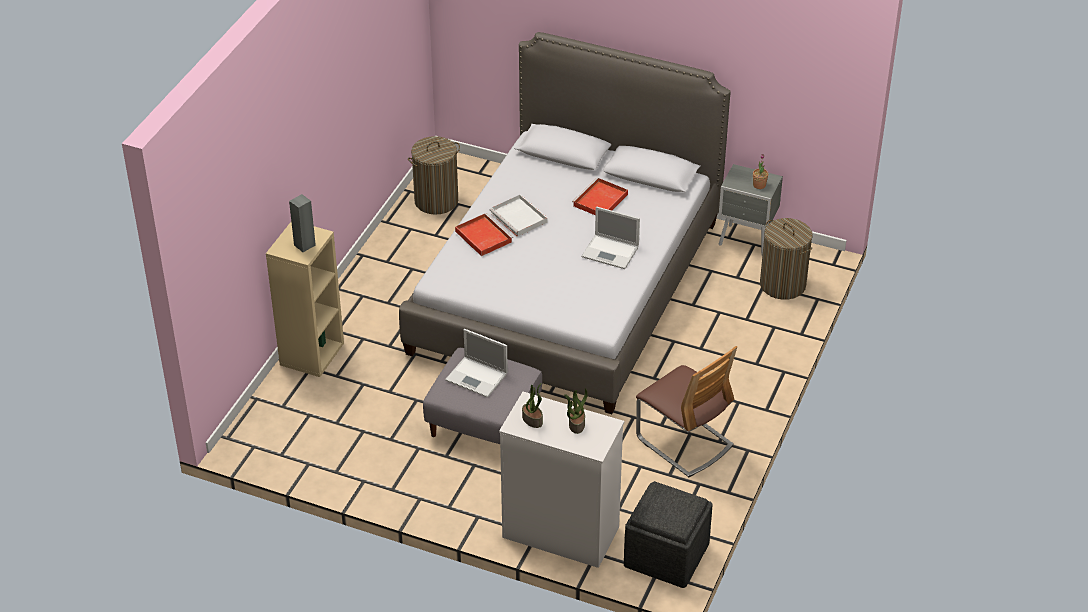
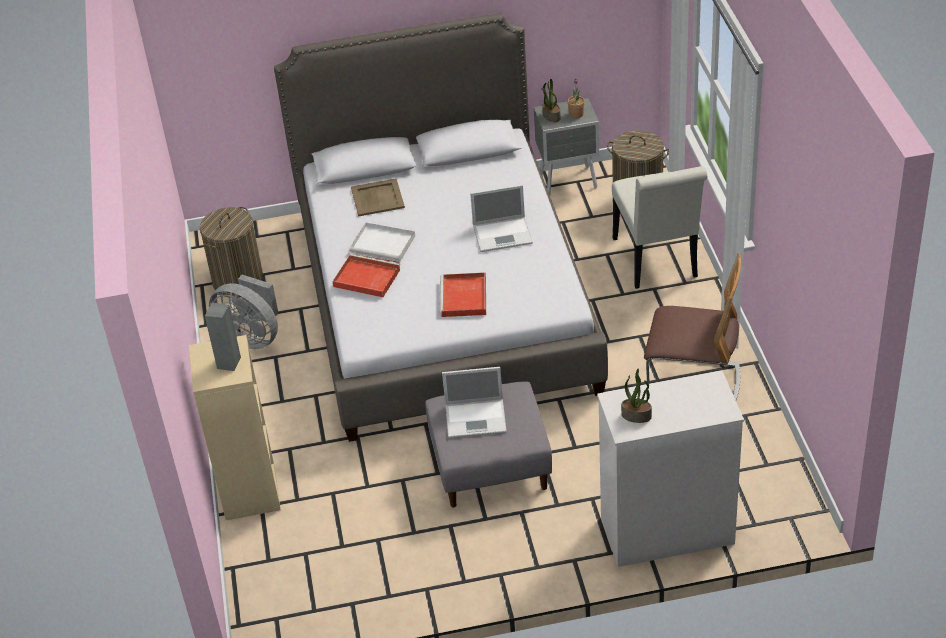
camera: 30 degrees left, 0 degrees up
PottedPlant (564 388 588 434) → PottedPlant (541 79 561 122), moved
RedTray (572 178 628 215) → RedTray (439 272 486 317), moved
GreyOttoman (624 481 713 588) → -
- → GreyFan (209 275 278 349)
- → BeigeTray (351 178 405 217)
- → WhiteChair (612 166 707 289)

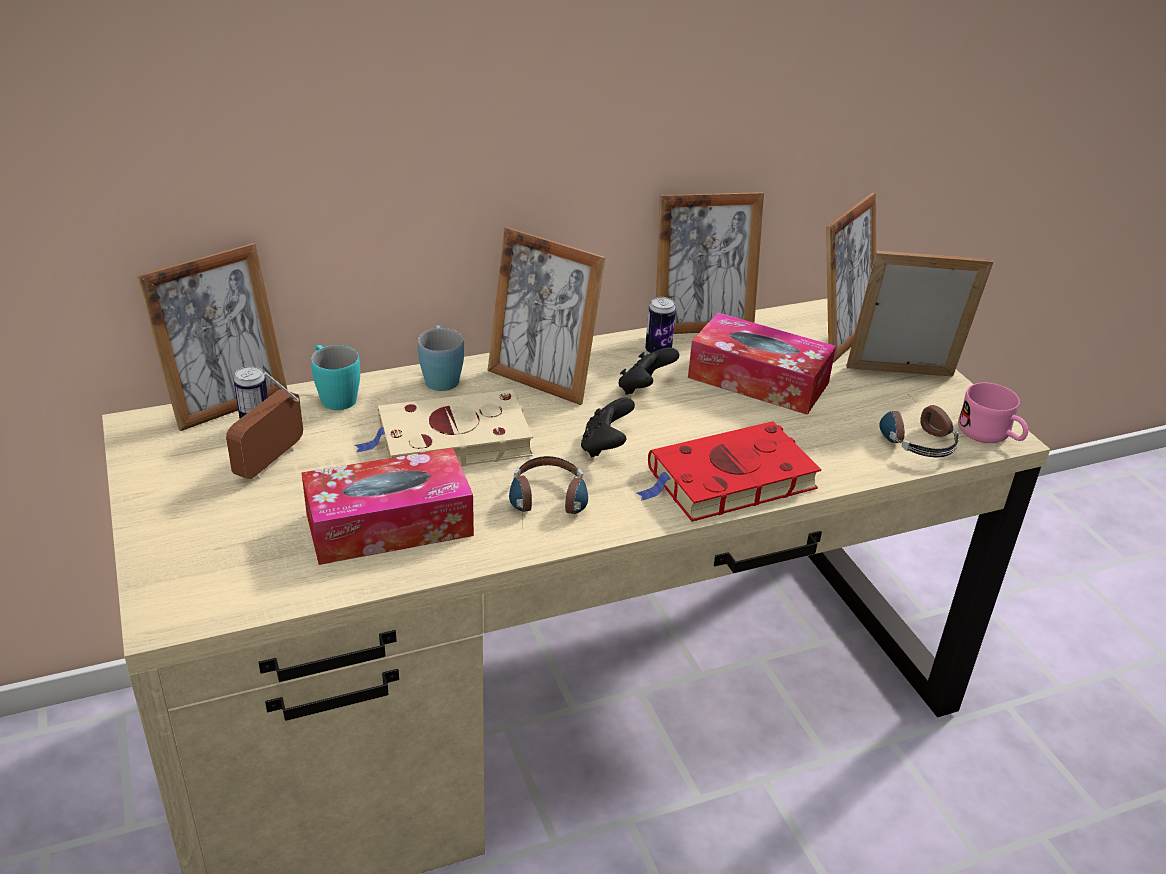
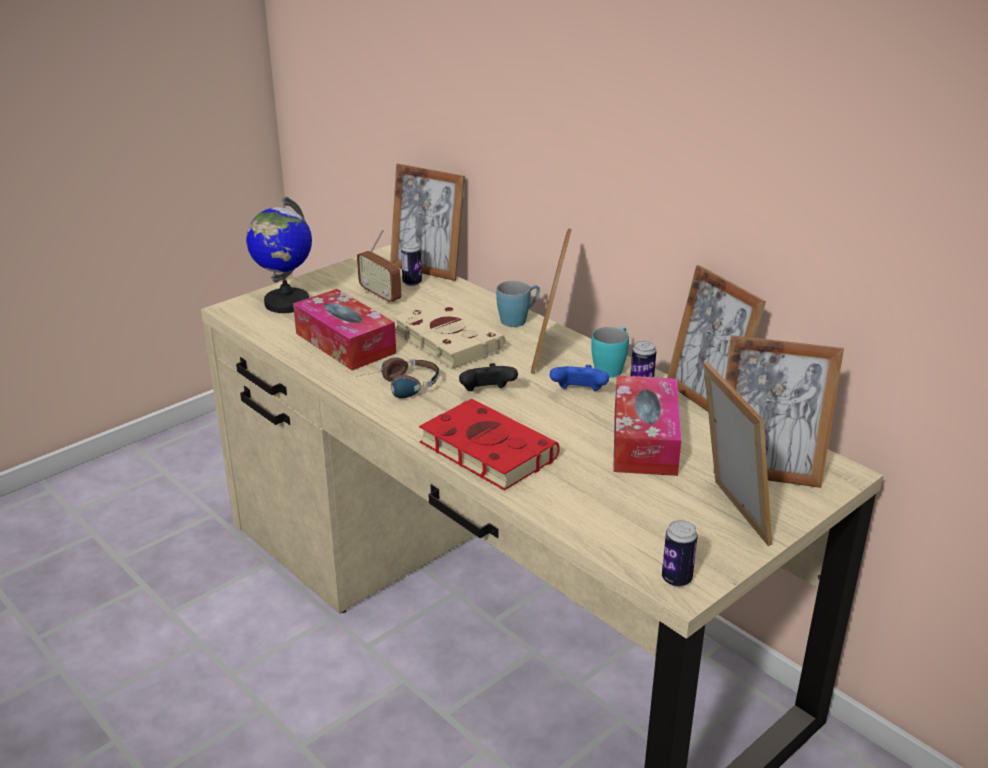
camera: 70 degrees right, 5 degrees down
Radio (226 372 303 479) → Radio (357 229 401 304), 135 degrees counterclockwise
TurquoiseMug (311 345 360 410) → TurquoiseMug (591 327 629 378), moved
BlackGameController (618 347 679 395) → BlueGameController (550 365 609 391)
Headphones (879 395 959 457) → -
PinkMug (958 383 1028 443) → Can (662 520 698 587)
- → Globe (246 197 312 313)

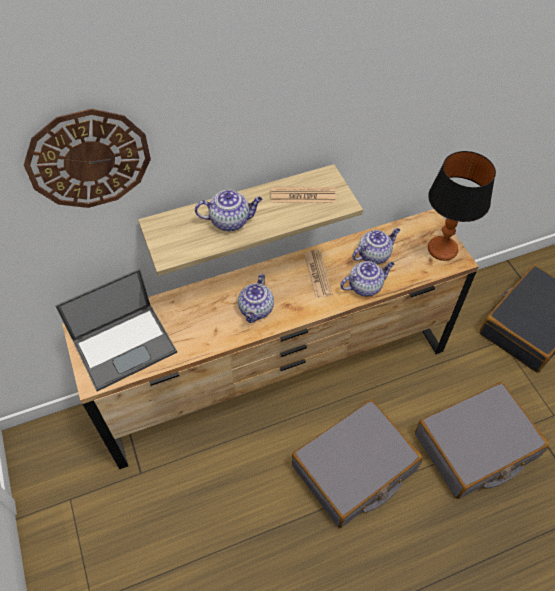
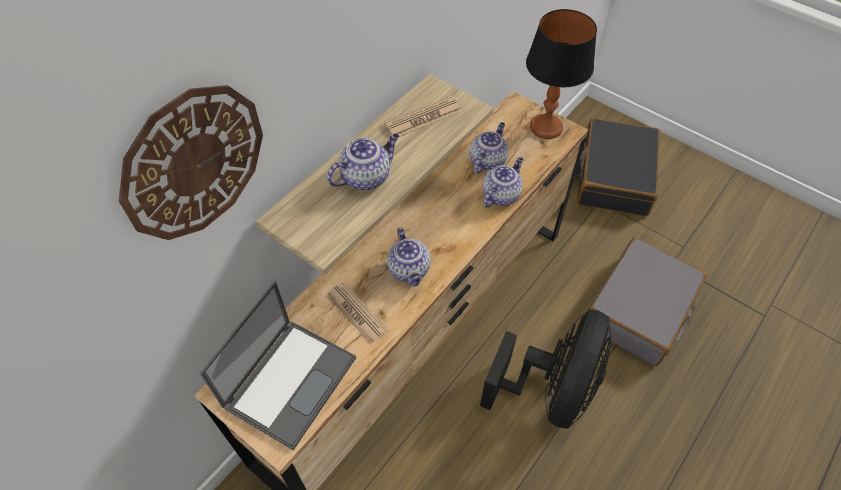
camera: 30 degrees left, 0 degrees up
GreySuitcase (292 399 423 528) → BlackFan (480 310 611 429)
Newspaper (304 250 333 298) → Newspaper (327 282 389 344), moved

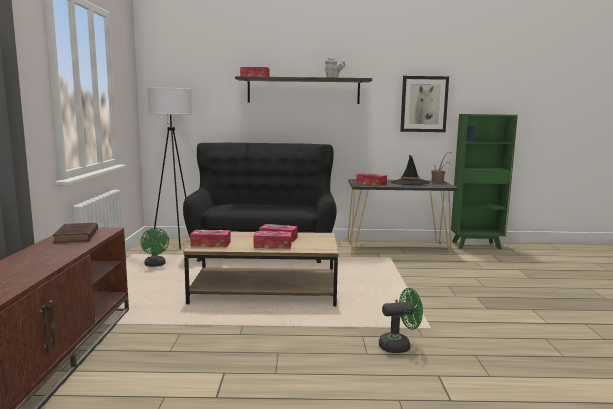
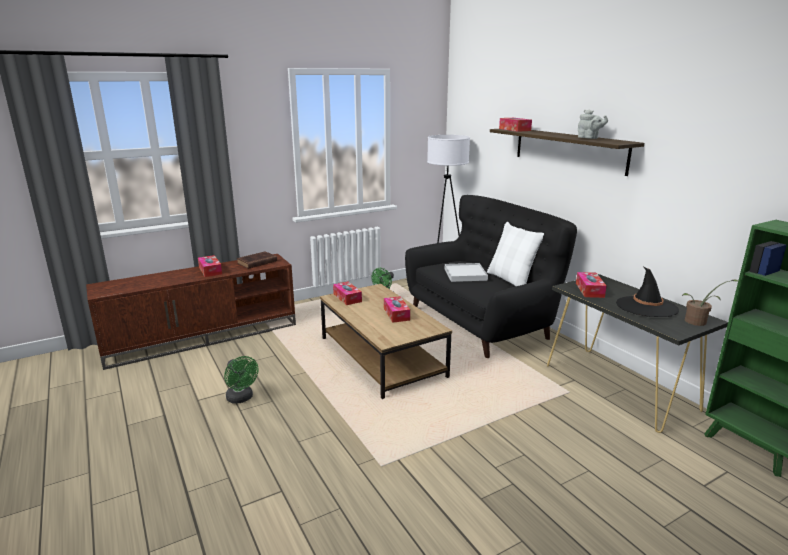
camera: 60 degrees right, 10 degrees up
TissueBox (254 231 292 249) → TissueBox (198 255 222 277), moved
GreenFan (379 288 423 353) → GreenFan (224 356 259 404), moved
Picture (400 76 449 132) → -
- → WhiteTray (445 263 488 282)
- → WhitePillow (487 222 544 286)

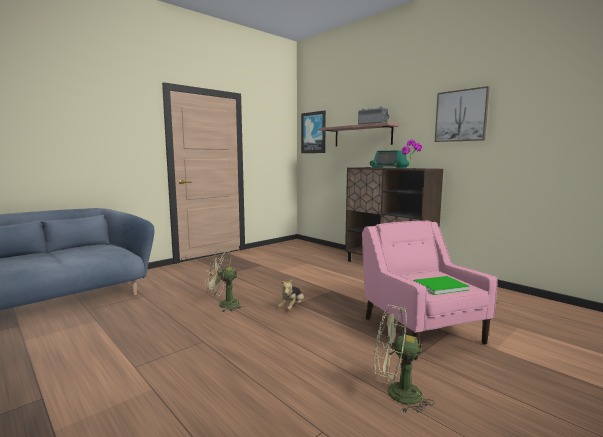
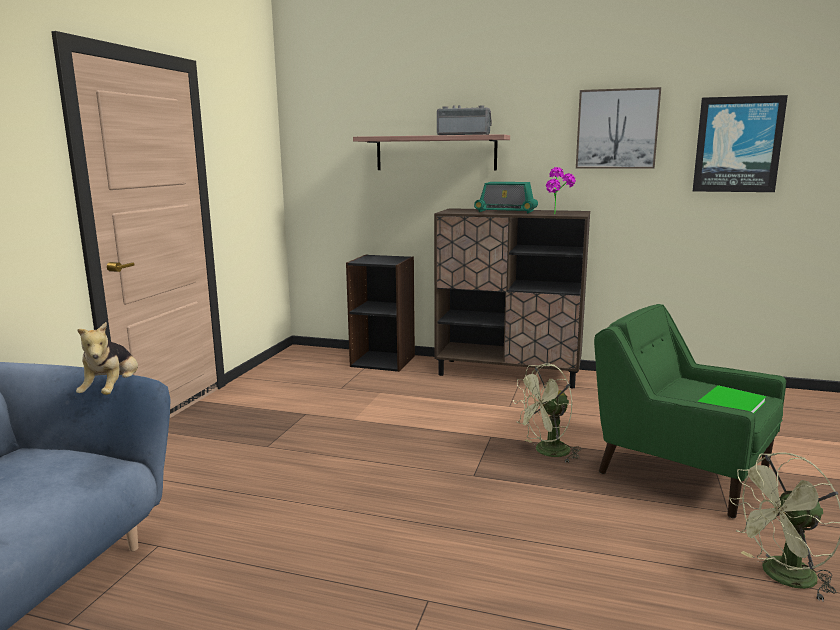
camera: 30 degrees left, 5 degrees up
GreenFan (205 250 245 312) → GreenFan (513 363 581 462), moved
PlushToy (278 280 304 310) → PlushToy (76 322 138 395), moved
Picture (301 110 326 153) → Picture (693 95 788 192), moved
PinkArmchair (362 221 498 360) → GreenArmchair (594 304 786 518)
- → BlackBookcase (346 255 415 372)

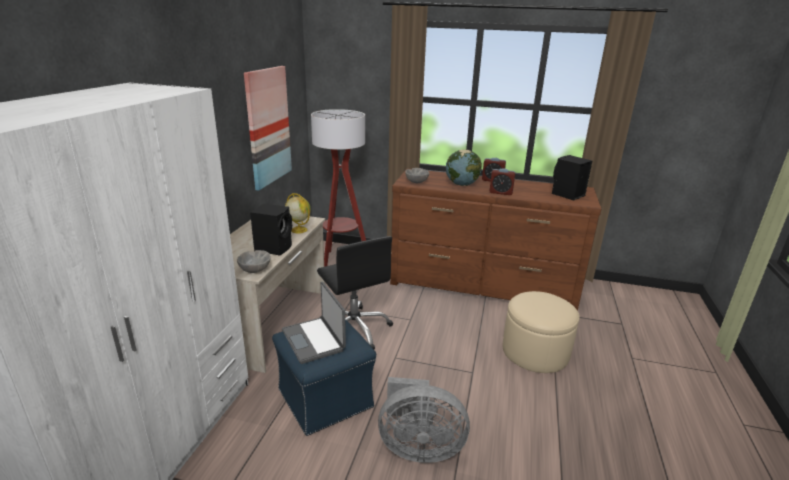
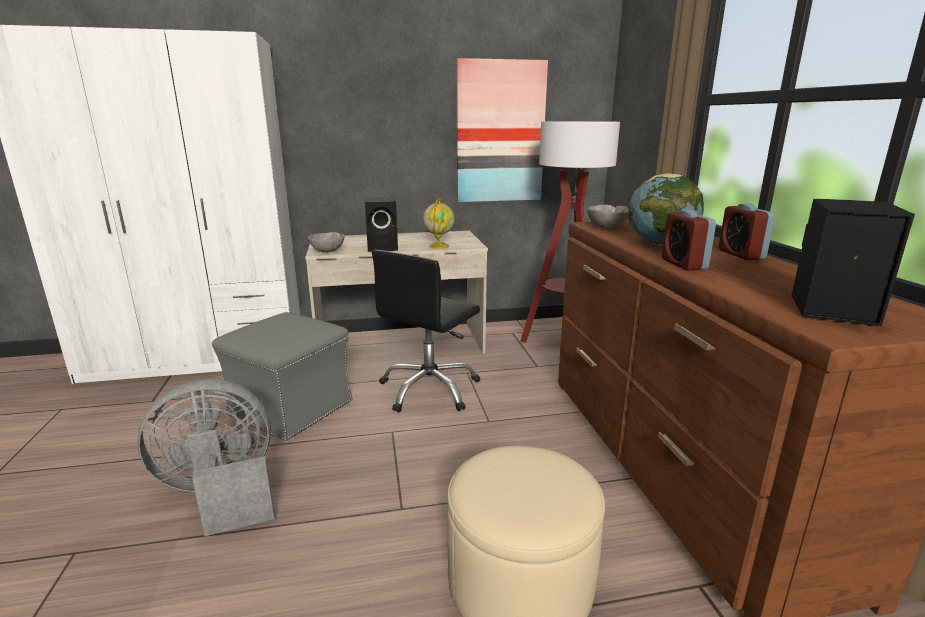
camera: 65 degrees right, 5 degrees down
BlueOttoman (272 319 376 436) → GreyOttoman (212 312 352 441)
Laptop (282 282 346 364) → -
GreyFan (378 377 470 463) → GreyFan (137 379 274 536), 90 degrees clockwise

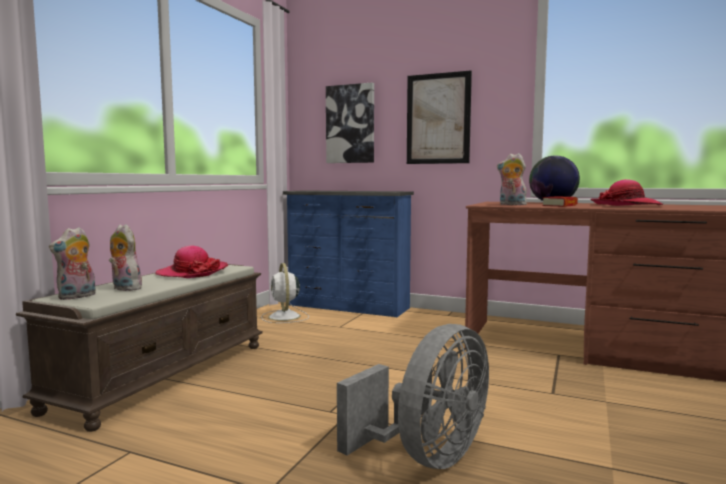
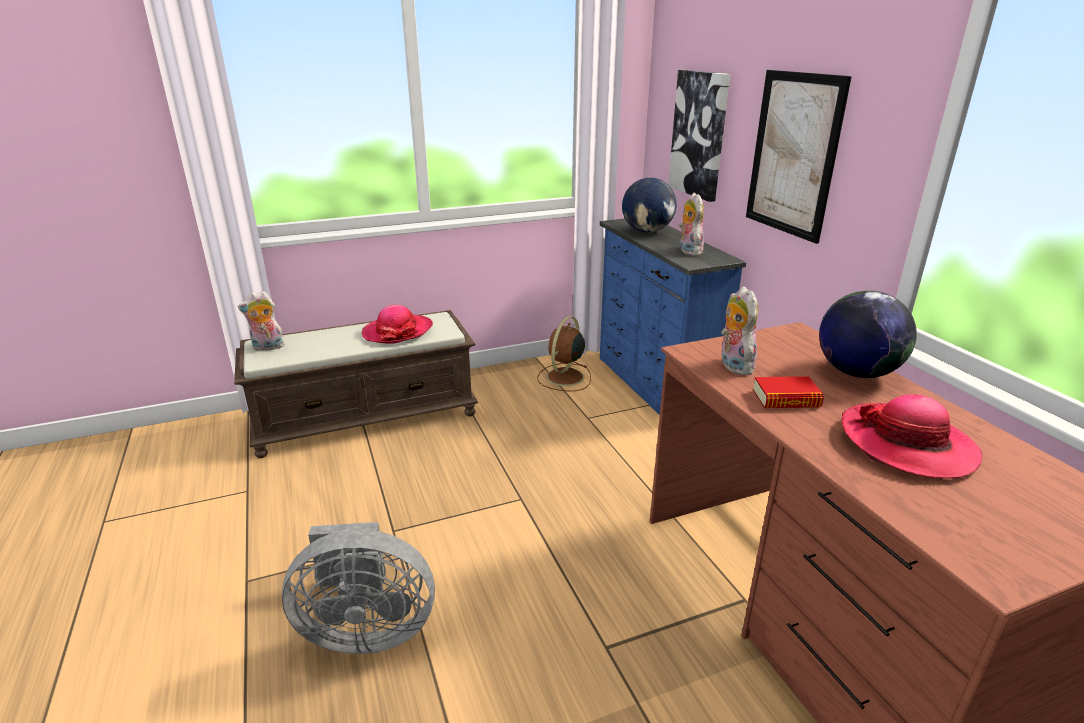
camera: 45 degrees right, 20 degrees up
PlushToy (109 224 142 291) → PlushToy (679 193 704 256), moved
WhiteFan (261 263 309 323) → BrownFan (537 316 591 391)
- → Globe (622 178 677 233)

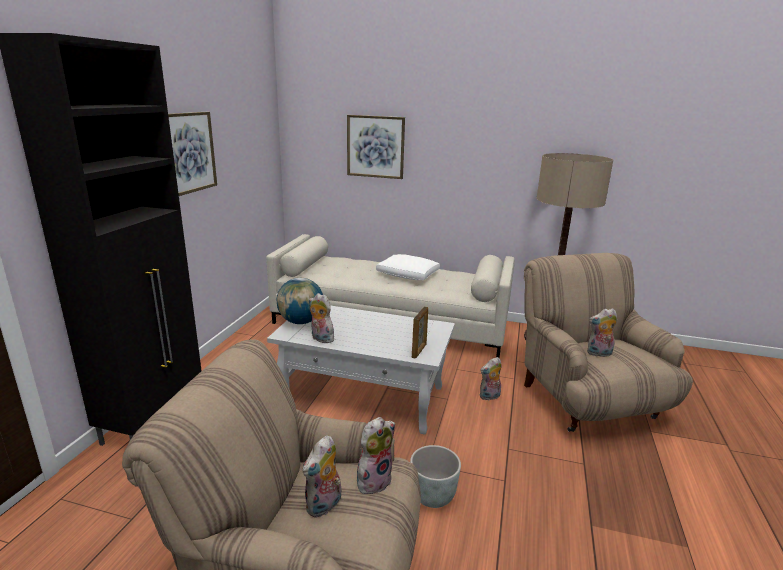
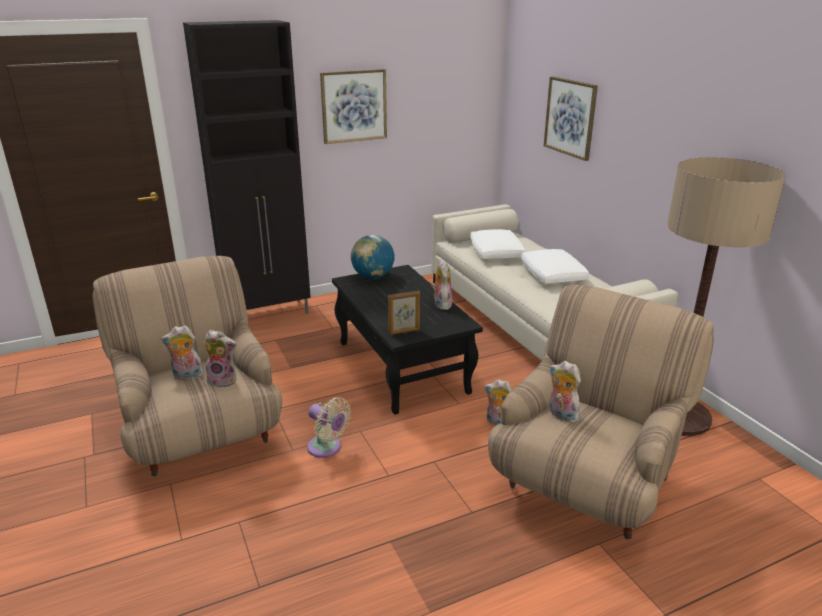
camera: 50 degrees right, 5 degrees up
WhiteCoffeeTable (267 306 455 435) → BlackCoffeeTable (332 265 483 415)
PlushToy (308 293 334 343) → PlushToy (431 260 452 310), moved
GreyPlanter (410 445 461 508) → BeigeFan (307 397 351 458)
- → WhitePillow (470 229 525 259)

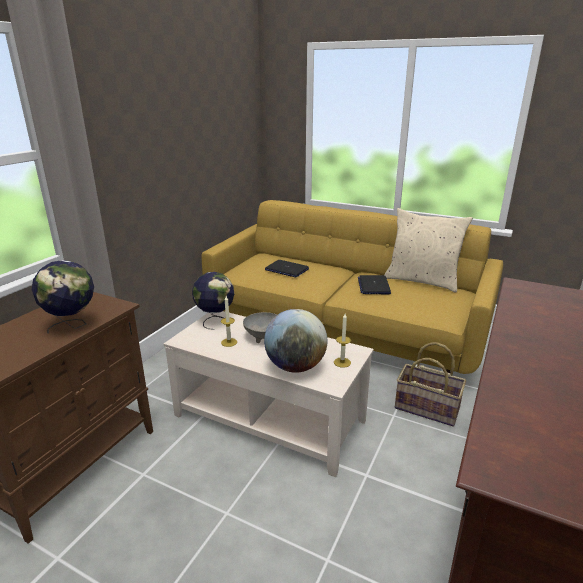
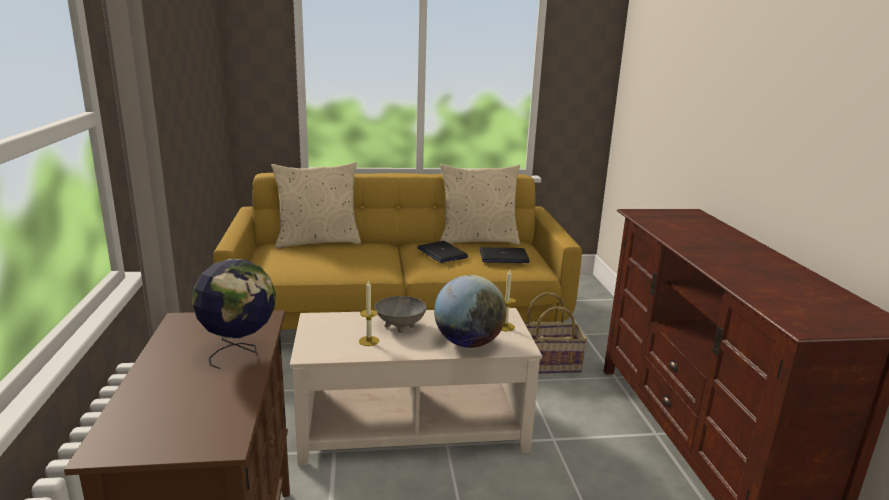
camera: 35 degrees left, 5 degrees down
Globe (192 272 234 330) → -
Laptop (265 260 309 278) → Laptop (480 247 530 263), moved
- → BeigePillow (271 162 361 248)

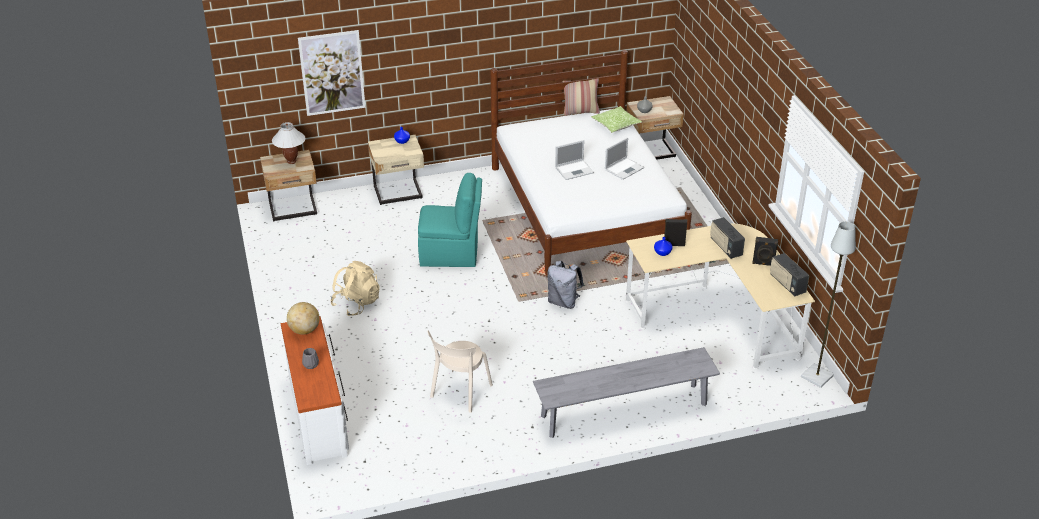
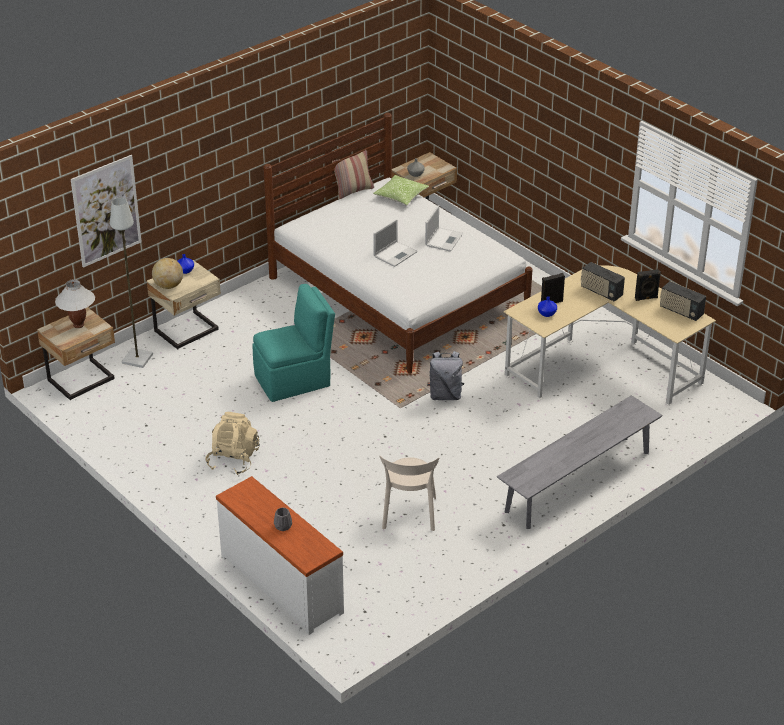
camera: 25 degrees left, 0 degrees up
Globe (287 302 320 335) → Globe (152 258 183 289), moved
GreyFloorLamp (801 221 856 388) → GreyFloorLamp (110 198 153 368), moved

